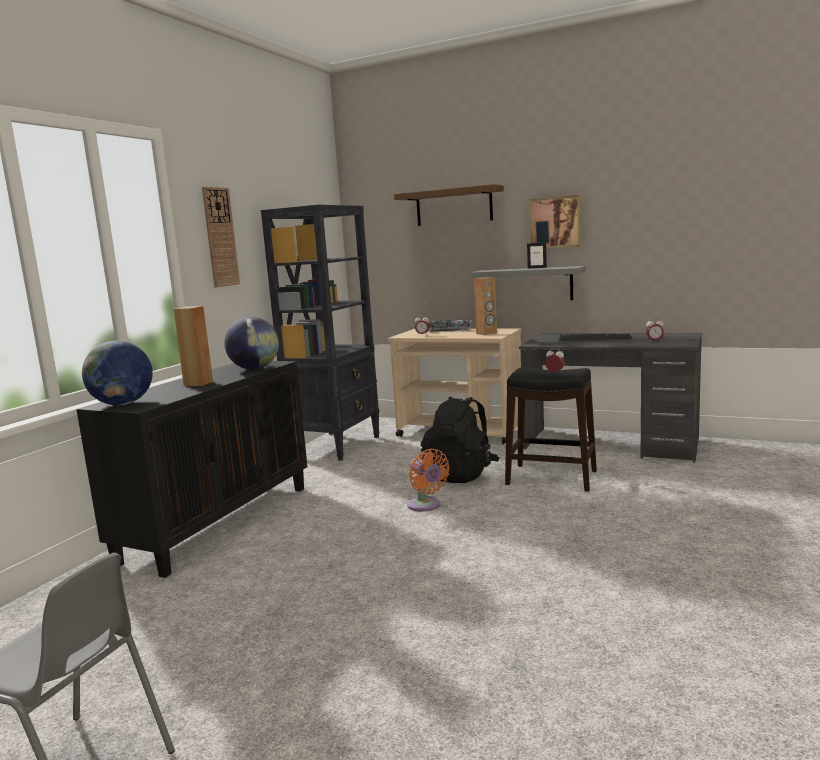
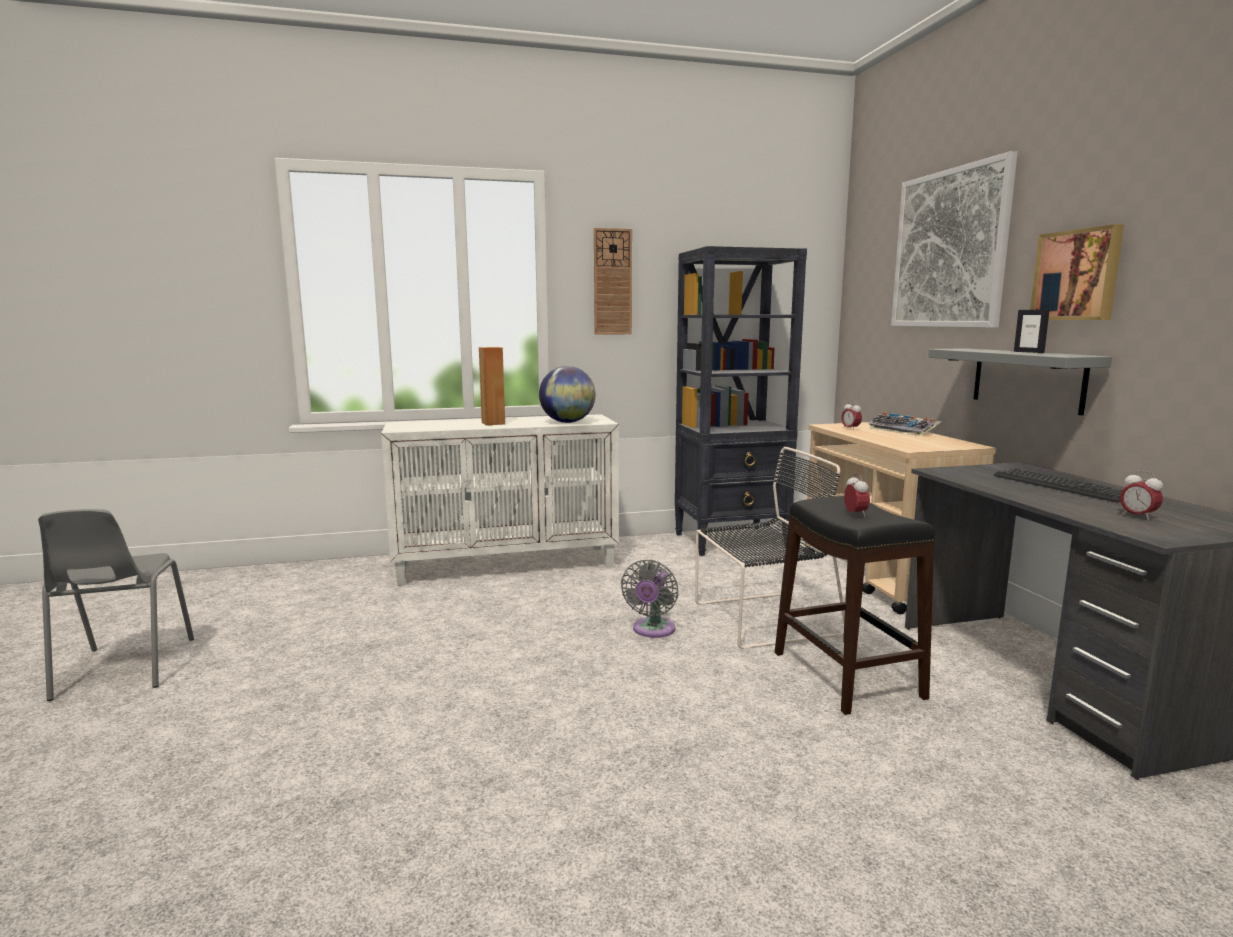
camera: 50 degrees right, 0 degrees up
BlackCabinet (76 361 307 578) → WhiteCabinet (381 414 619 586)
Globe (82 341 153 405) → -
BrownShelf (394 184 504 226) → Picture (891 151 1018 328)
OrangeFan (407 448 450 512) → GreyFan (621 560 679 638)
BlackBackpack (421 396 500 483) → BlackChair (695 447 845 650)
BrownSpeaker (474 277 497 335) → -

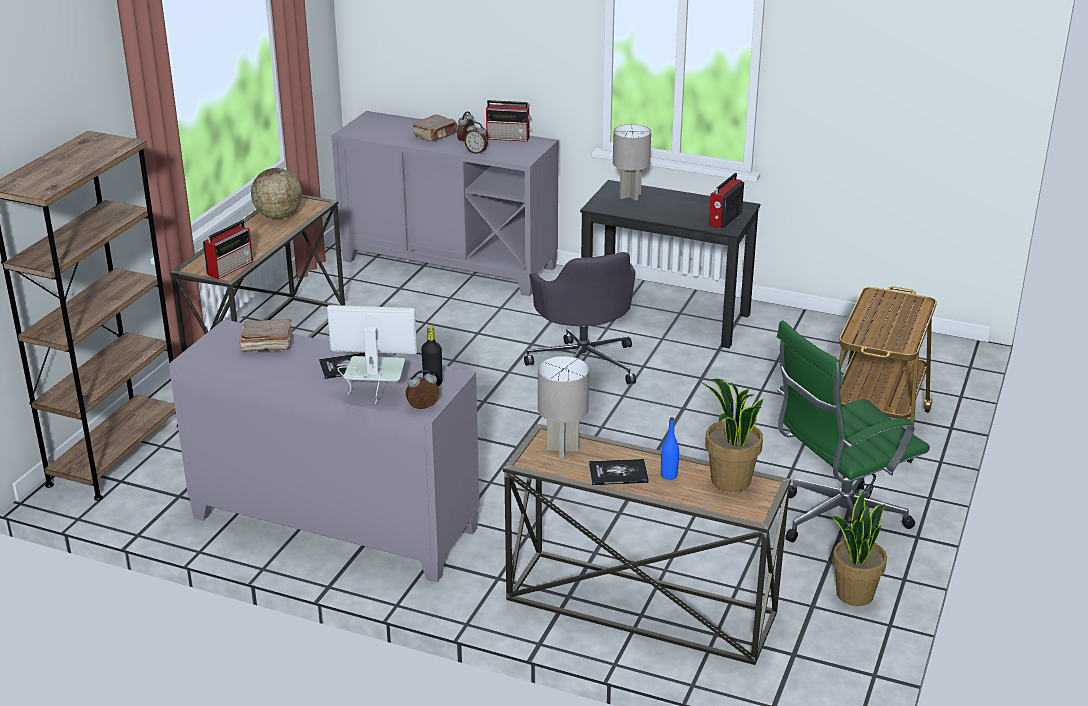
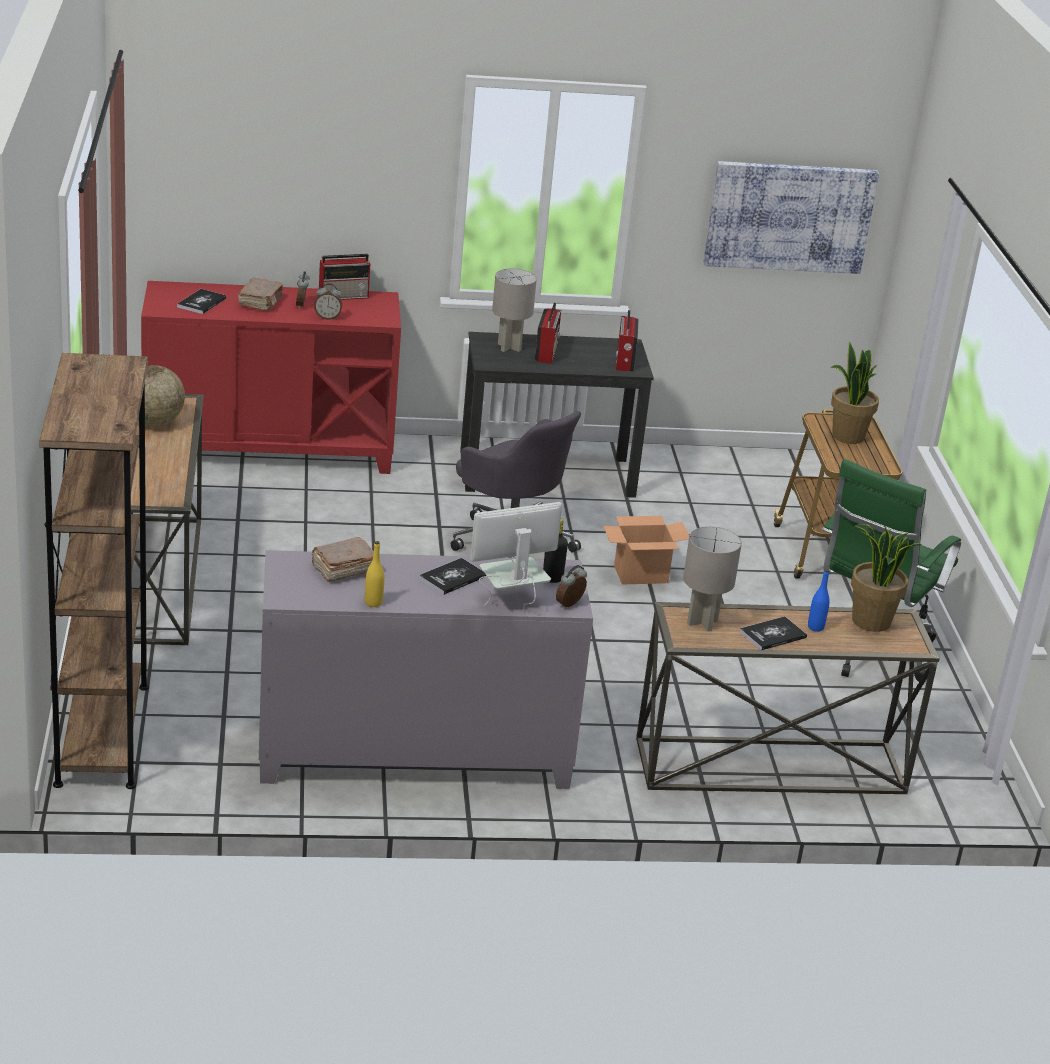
camera: 30 degrees left, 0 degrees up
Radio (203 220 253 280) → Radio (535 303 561 364), moved
GreyCabinet (331 111 558 296) → RedCabinet (141 281 401 474)
PottedPlant (831 491 887 606) → PottedPlant (831 342 879 444), moved
- → Book (177 289 227 314)
- → YellowBottle (365 541 384 607)
- → CardboardBox (603 516 689 585)
- → Picture (704 161 879 274)

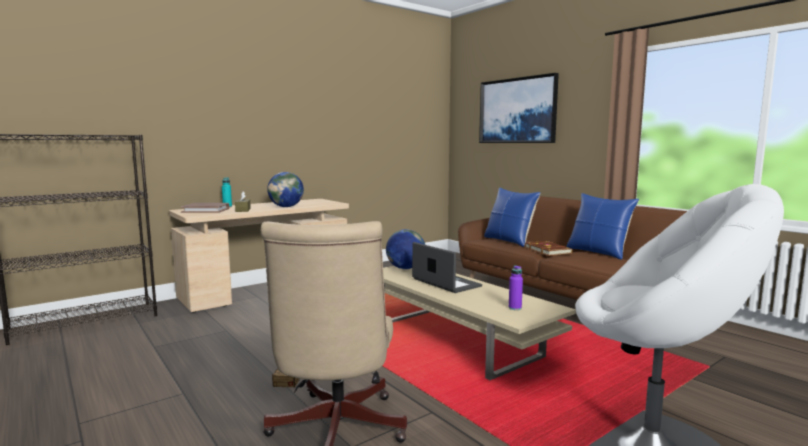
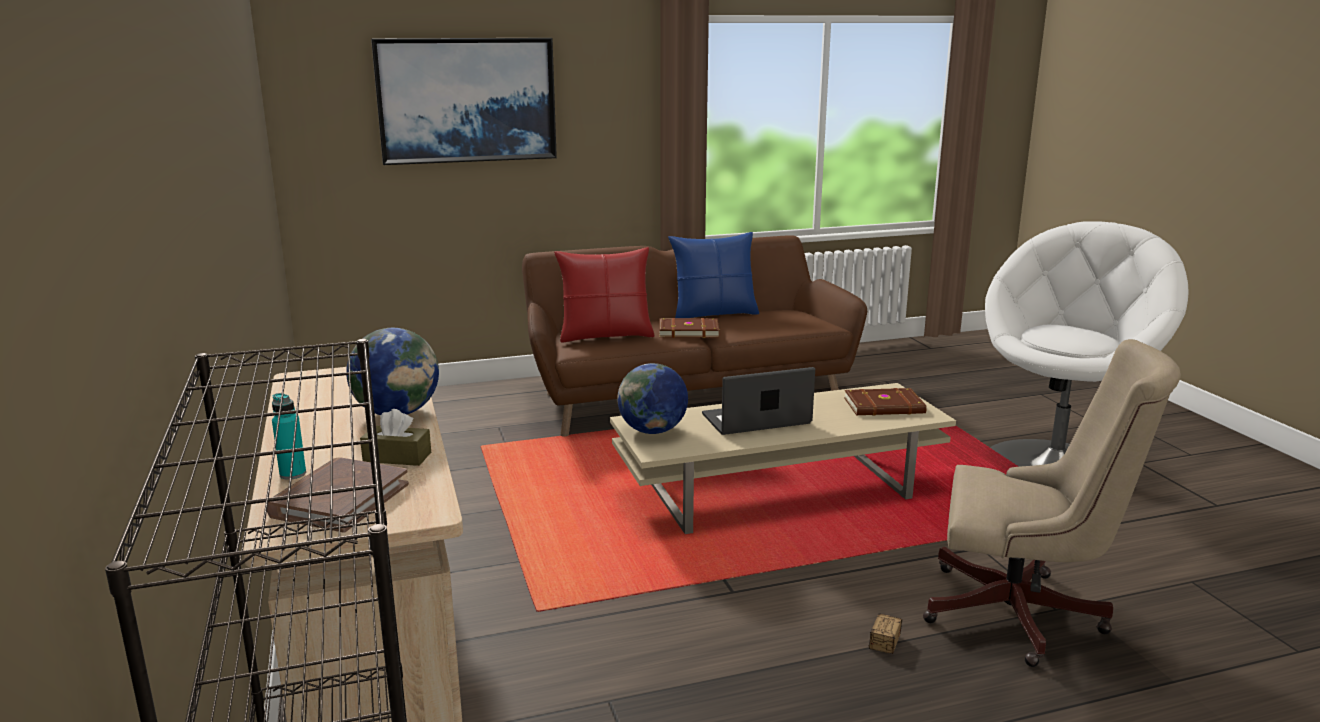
camera: 70 degrees left, 10 degrees up
BluePillow (484 188 541 247) → RedPillow (554 247 654 343)
PurpleBottle (509 265 523 310) → BrownBook (844 388 927 416)

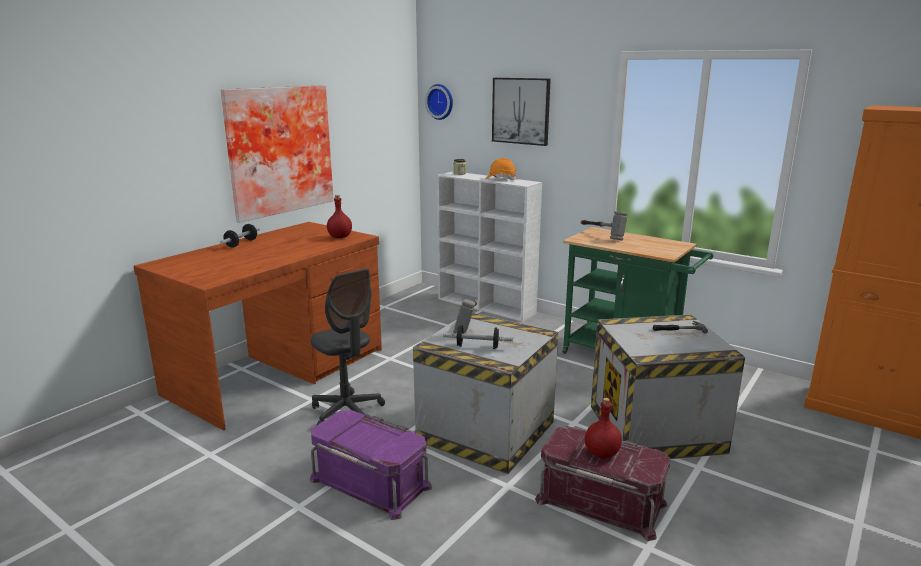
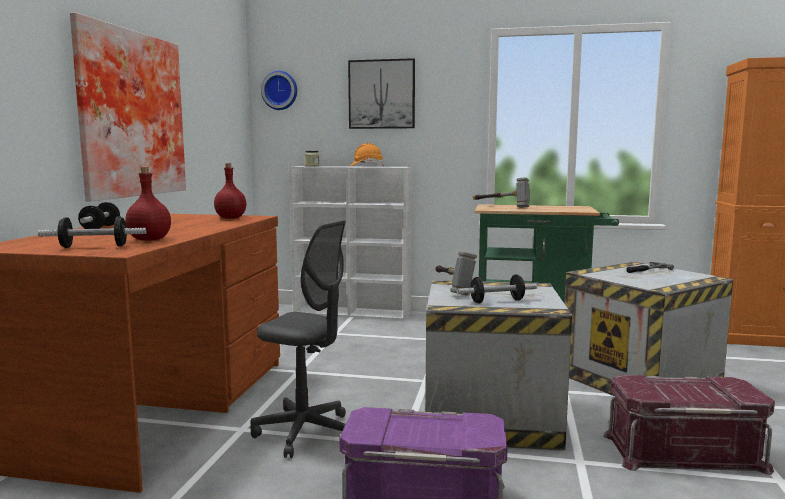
camera: 25 degrees left, 10 degrees down
RedBottle (585 398 622 459) → RedBottle (125 167 171 241), moved
- → Dumbbell (38 216 146 248)

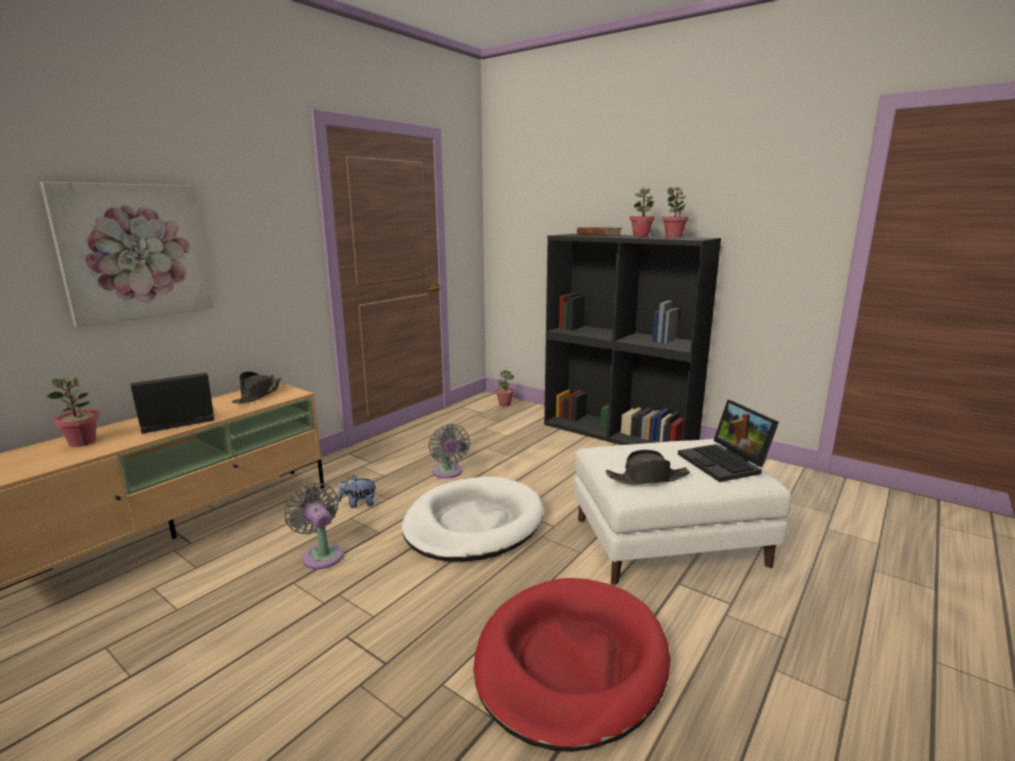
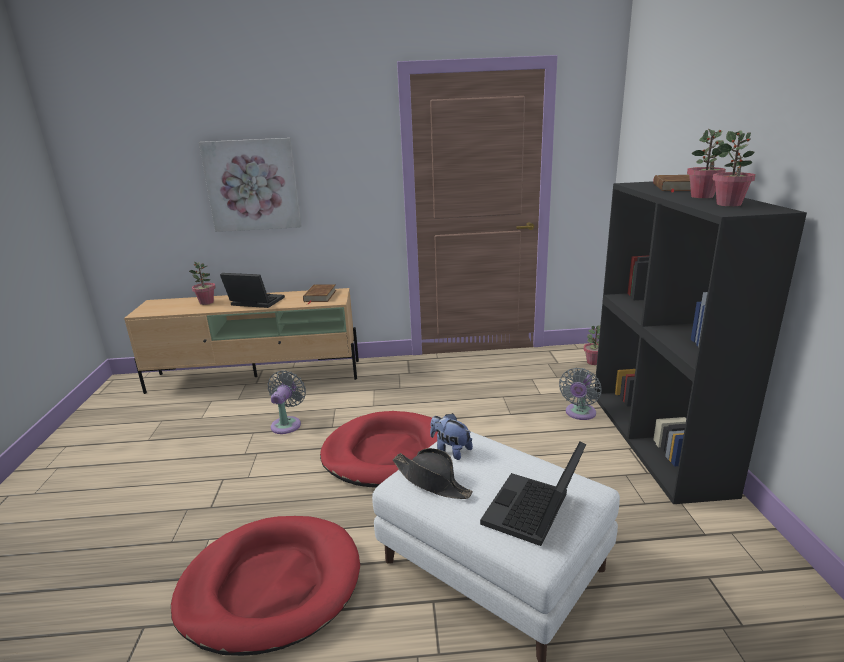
camera: 50 degrees right, 5 degrees up
BlackHat (232 371 281 403) → BrownBook (303 284 336 304)
PlushToy (338 475 376 508) → PlushToy (430 413 473 460), moved
WhiteDogBed (402 476 543 561) → RedDogBed (320 411 438 488)
GreyFan (428 424 470 479) → GreyFan (559 368 601 420), moved

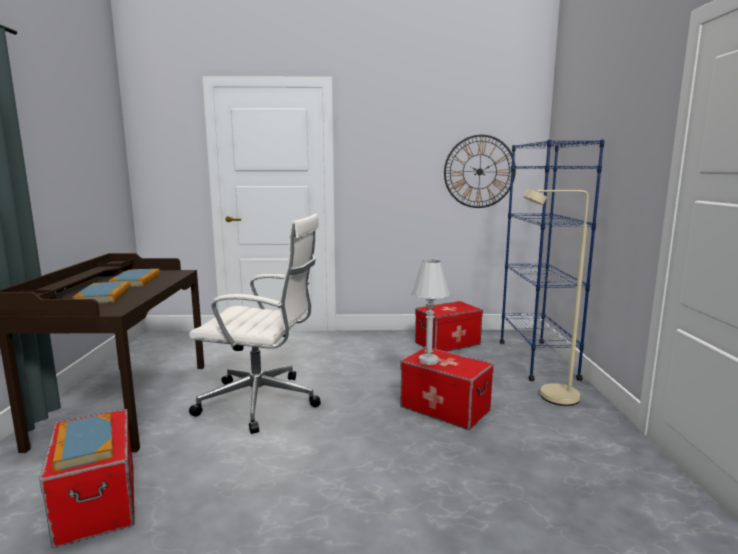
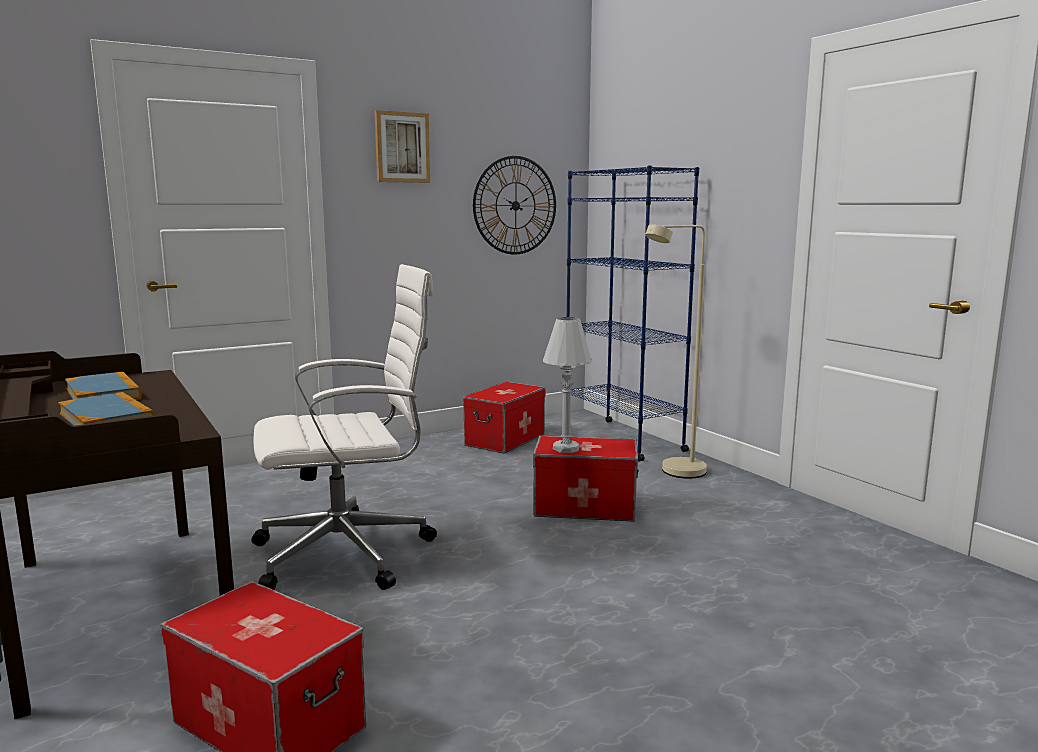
camera: 30 degrees left, 0 degrees up
Book (52 413 113 472) → -
- → Picture (375 110 430 183)

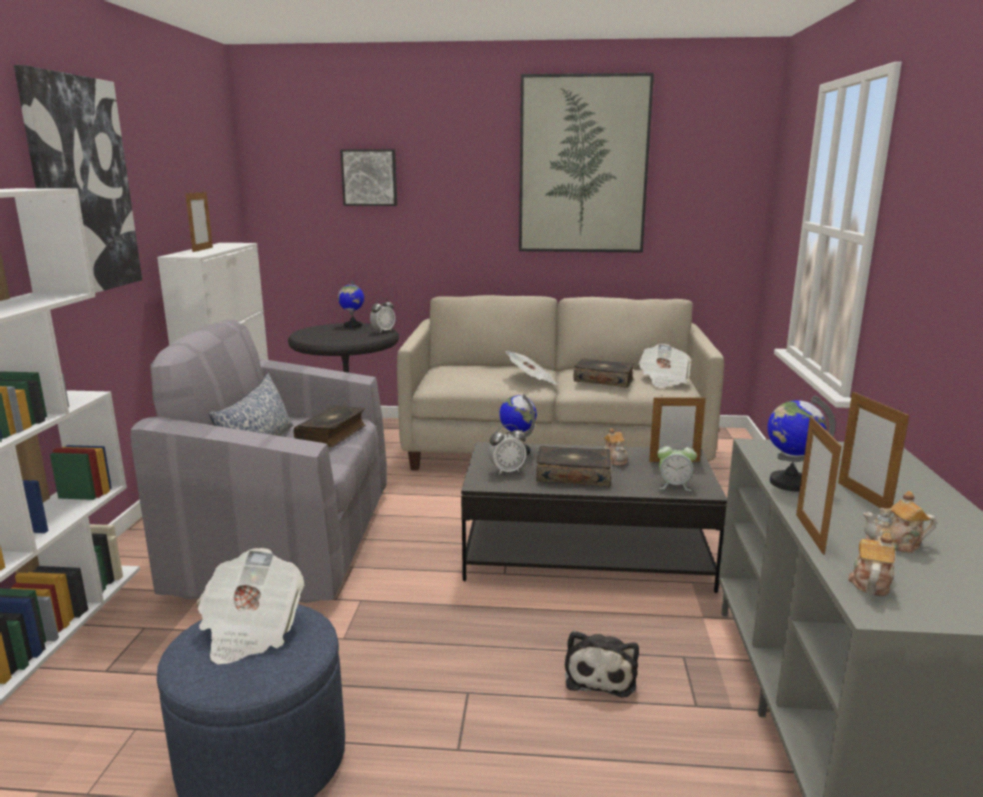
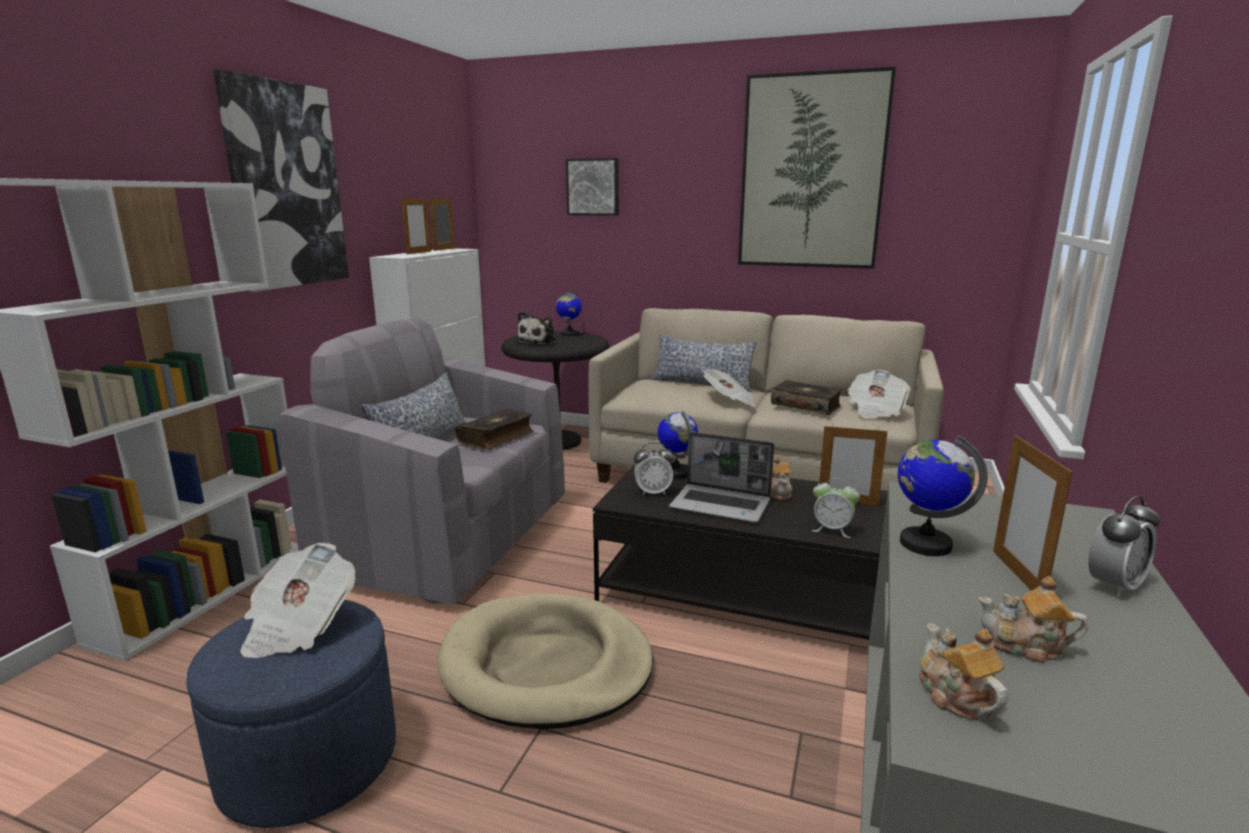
camera: 15 degrees right, 0 degrees up
AlarmClock (370 298 395 333) → AlarmClock (1088 496 1160 597), moved
Book (536 446 611 487) → Laptop (669 432 774 523)
PlushToy (565 631 639 698) → PlushToy (516 311 558 345), moved
PictureFrame (796 416 842 555) → PictureFrame (429 196 455 251), moved
Teapot (848 533 895 596) → Teapot (919 623 1008 720), 60 degrees counterclockwise
- → BeigeDogBed (438 593 653 729)
- → Pillow (651 334 757 392)

